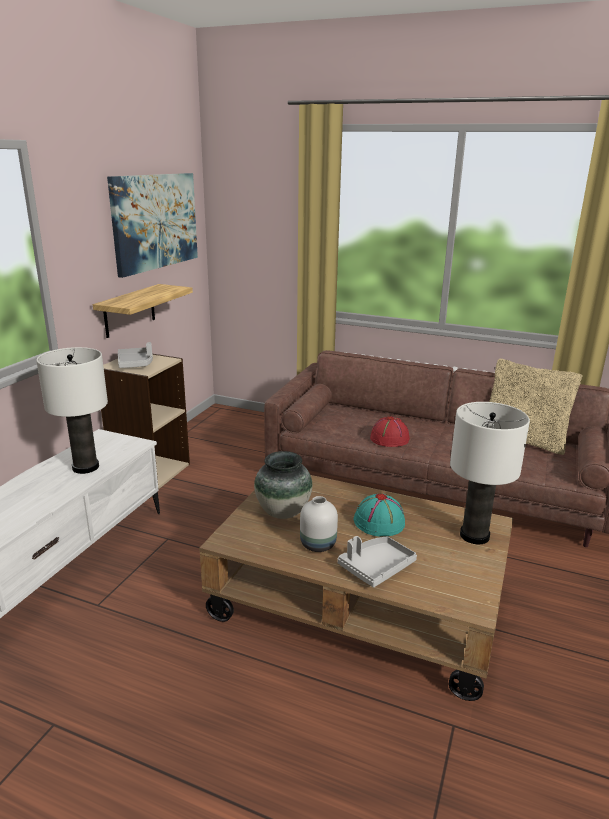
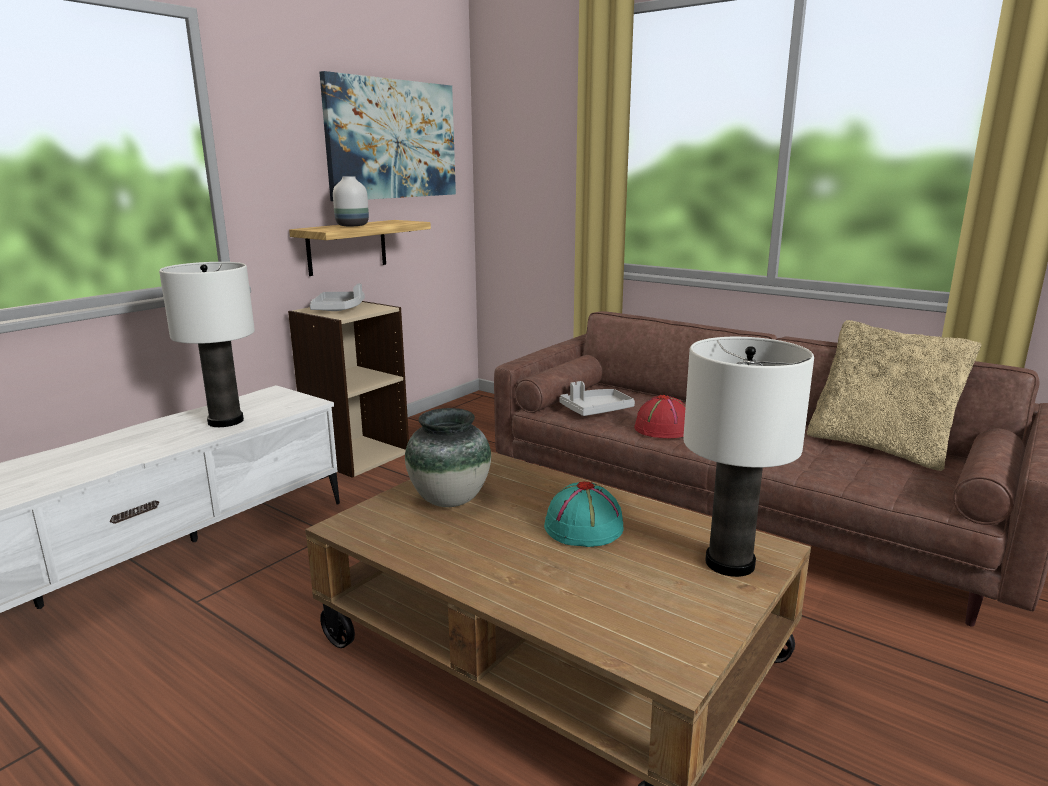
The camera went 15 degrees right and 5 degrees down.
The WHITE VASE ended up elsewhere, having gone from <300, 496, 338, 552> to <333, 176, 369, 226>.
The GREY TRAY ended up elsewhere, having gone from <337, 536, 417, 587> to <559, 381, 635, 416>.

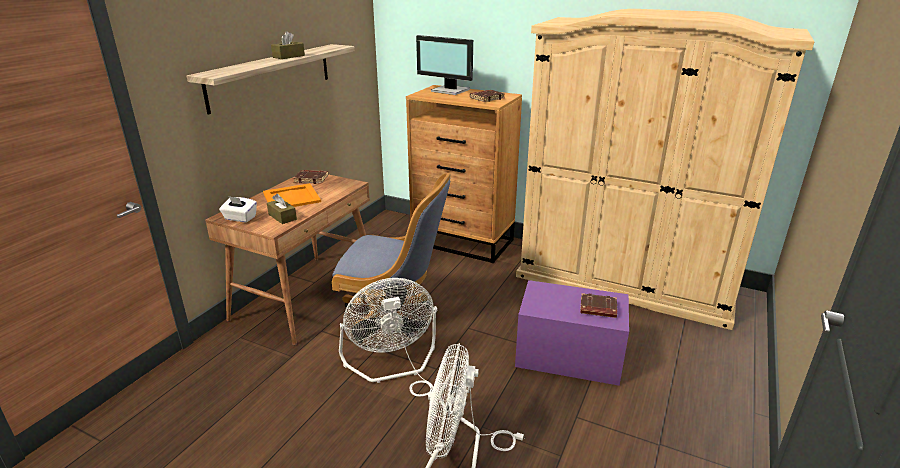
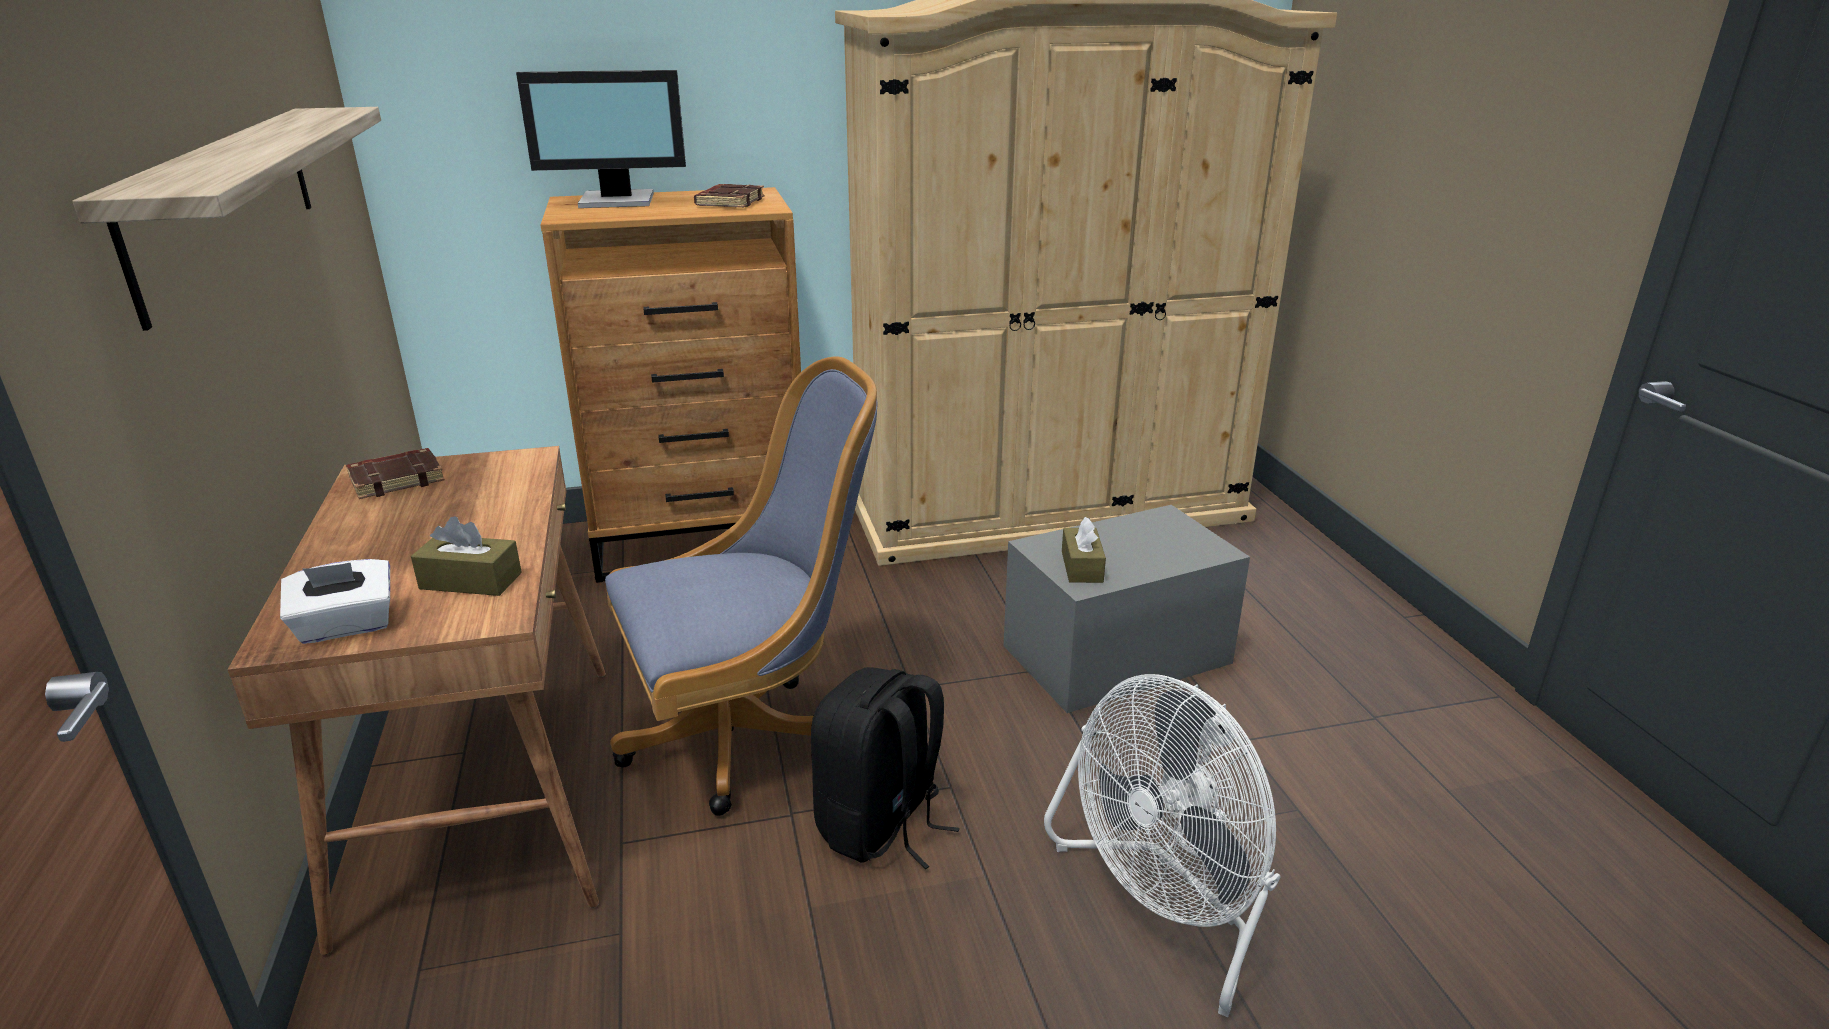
The camera went 40 degrees left and 0 degrees up.
The second view lost the ORANGE TRAY at <263, 183, 321, 207>.
The second view lost the BROWN BOOK at <580, 293, 617, 318>.
The BROWN TISSUE BOX ended up elsewhere, having gone from <271, 31, 305, 59> to <1062, 517, 1106, 583>.
Where the WHITE FAN stood at <339, 278, 437, 400>, the BLACK BACKPACK came to stand at <811, 667, 959, 869>.
What was the PURPLE STORAGE BOX at <515, 280, 629, 386> turned into the GREY STORAGE BOX at <1004, 505, 1250, 713>.

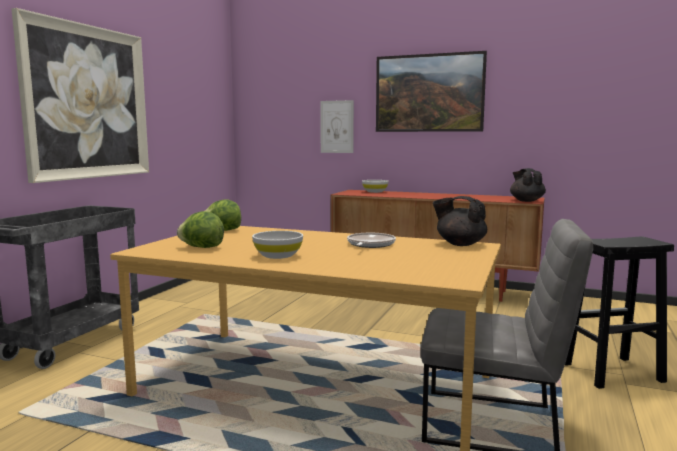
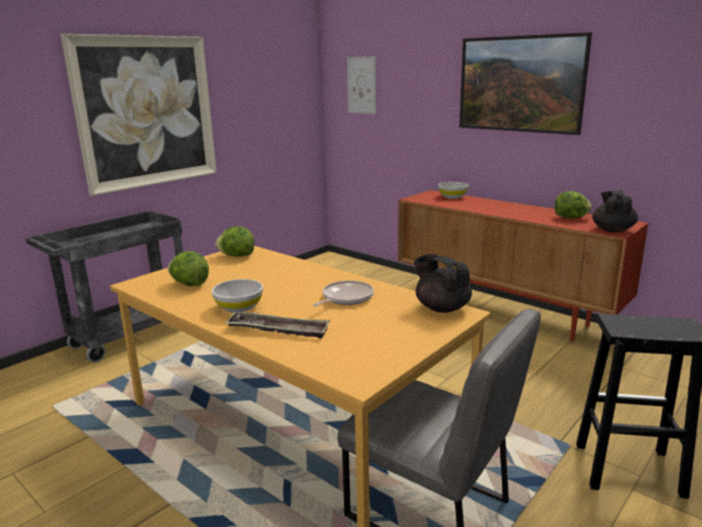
The camera went 20 degrees right and 10 degrees up.
The second view gained the TRAY at <226, 312, 330, 339>.
The second view gained the LETTUCE at <555, 191, 592, 218>.
The PICTURE ended up elsewhere, having gone from <320, 100, 354, 153> to <347, 56, 376, 114>.

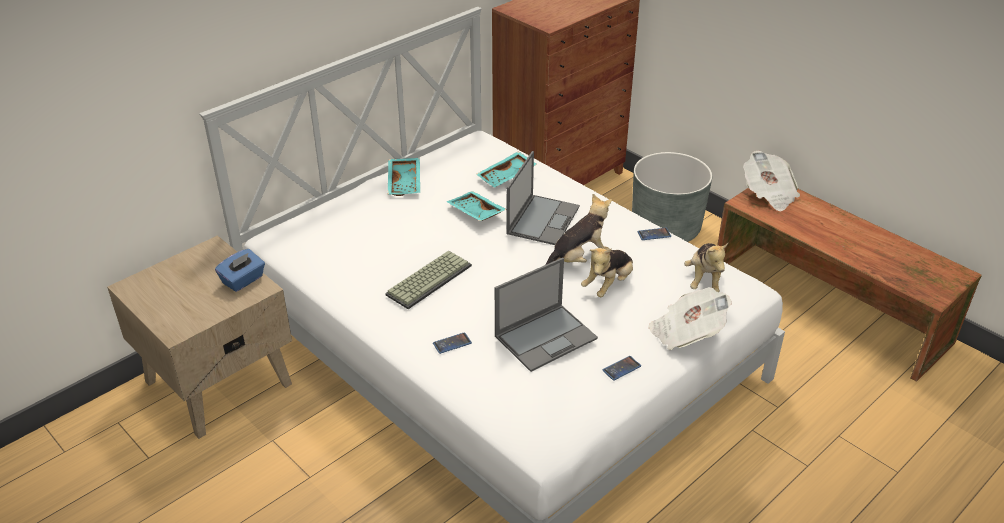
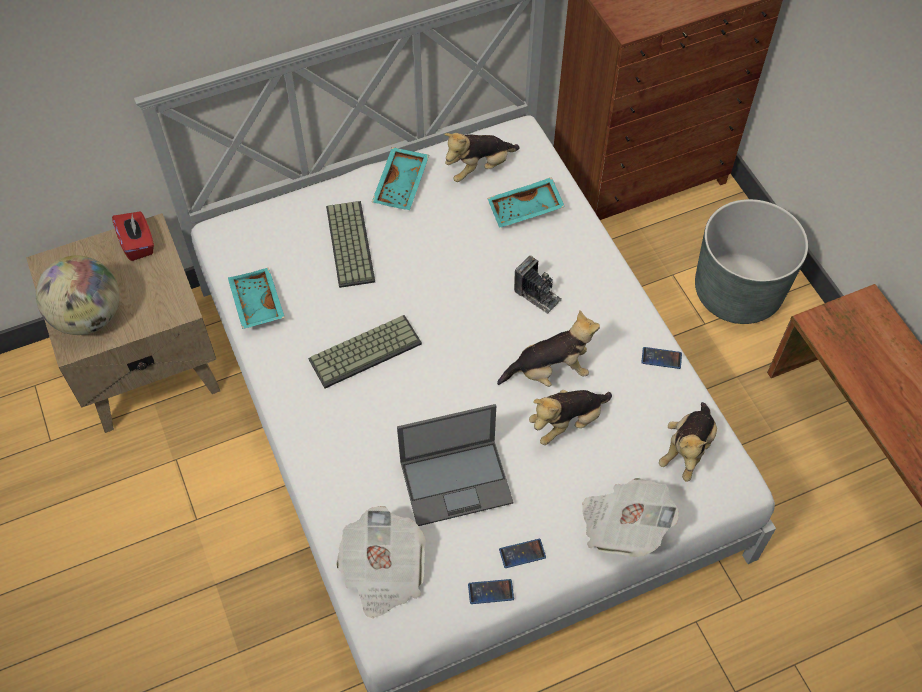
The camera went 20 degrees right and 20 degrees up.
The second view lost the BLUE TISSUE BOX at <215, 249, 265, 292>.
The second view gained the GLOBE at <36, 255, 119, 335>.
The second view gained the RED TISSUE BOX at <112, 212, 154, 261>.
The second view gained the KEYBOARD at <326, 201, 375, 288>.
The second view gained the PLUSH TOY at <444, 133, 520, 182>.
The PHONE ended up elsewhere, having gone from <433, 332, 472, 354> to <468, 579, 514, 604>.
The TURQUOISE TRAY ended up elsewhere, having gone from <446, 191, 507, 221> to <228, 268, 285, 329>.
The NEWSPAPER ended up elsewhere, having gone from <743, 151, 800, 211> to <336, 506, 426, 618>.
Where the LAPTOP stood at <506, 151, 580, 245>, the PHOTO CAMERA came to stand at <514, 256, 562, 314>.

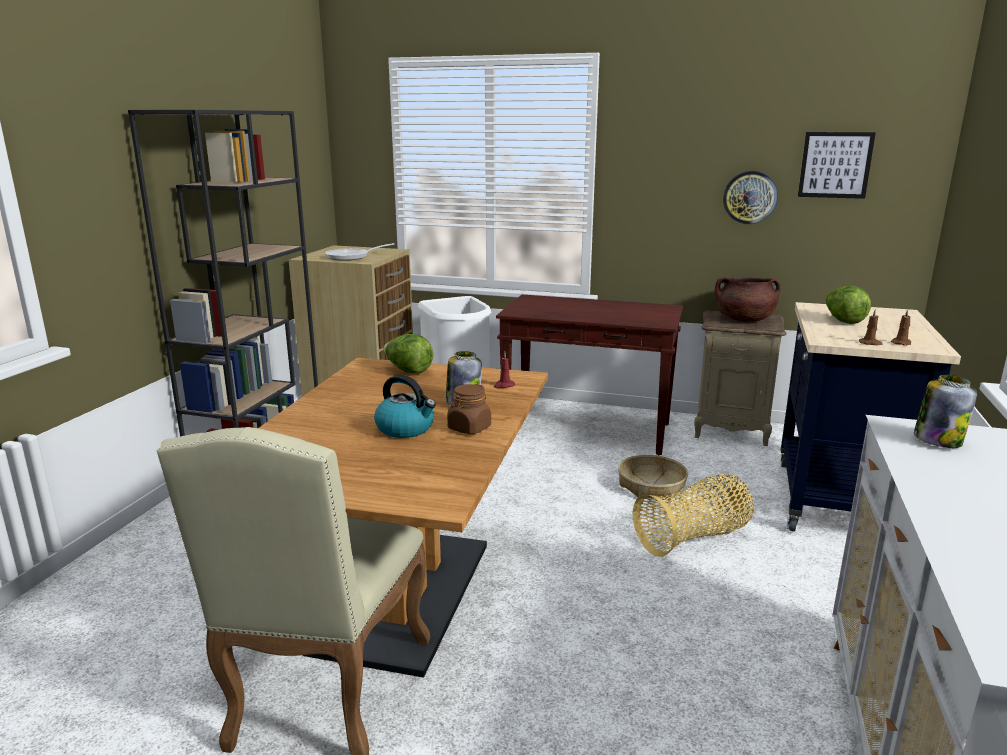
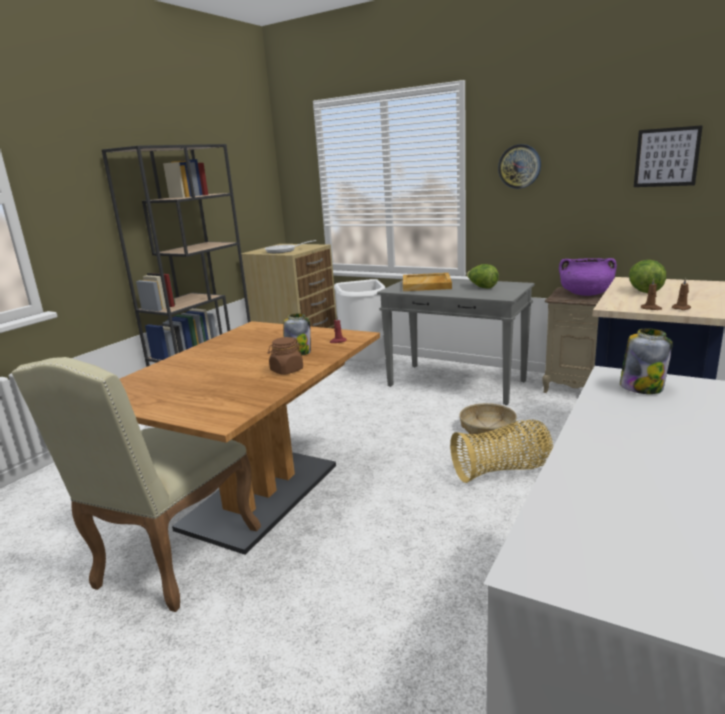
The camera went 15 degrees right and 0 degrees up.
The second view lost the KETTLE at <374, 375, 436, 438>.
The second view gained the BEIGE TRAY at <403, 273, 452, 291>.
The LETTUCE ended up elsewhere, having gone from <383, 334, 433, 374> to <466, 264, 499, 288>.
The WALL CLOCK ended up elsewhere, having gone from <723, 171, 778, 224> to <498, 144, 541, 189>.
What was the BROWN CONSOLE TABLE at <496, 295, 683, 455> turned into the GREY CONSOLE TABLE at <377, 279, 535, 405>.
What was the BROWN COOKING POT at <715, 277, 780, 322> turned into the PURPLE COOKING POT at <559, 258, 617, 296>.

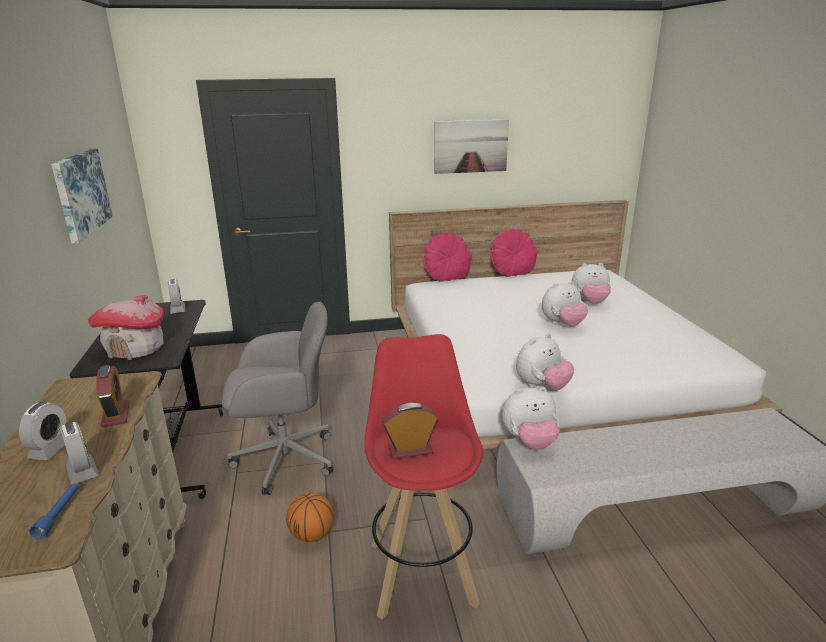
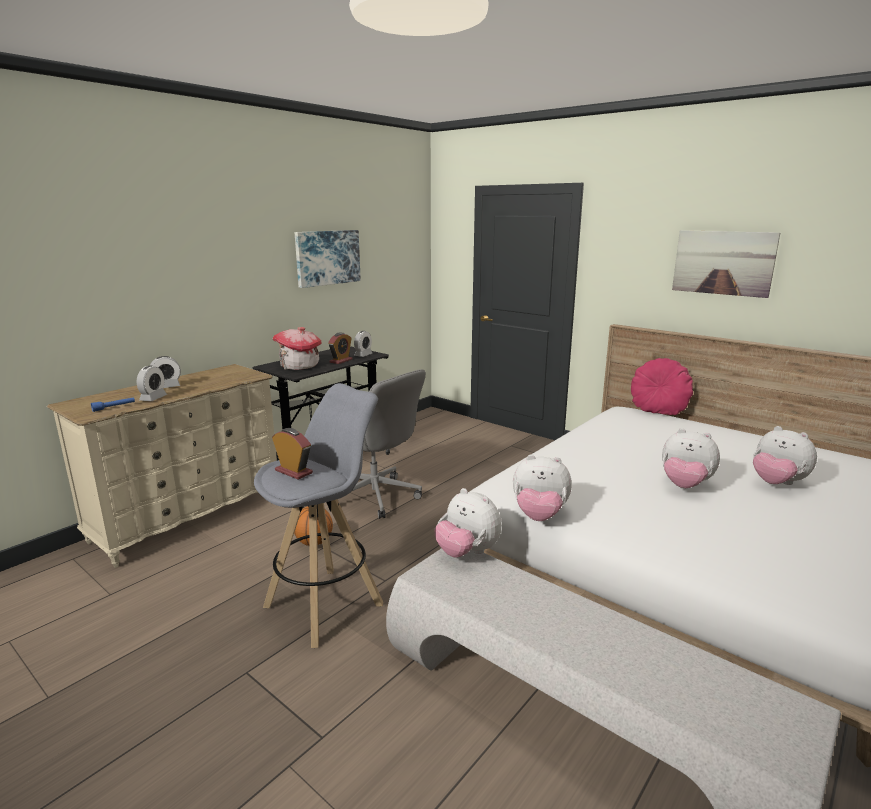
The camera went 50 degrees right and 5 degrees down.
The second view lost the PINK PILLOW at <490, 229, 538, 277>.
The ALARM CLOCK ended up elsewhere, having gone from <96, 365, 130, 427> to <328, 332, 353, 364>.
What was the RED STOOL at <364, 334, 484, 620> turned into the GREY STOOL at <254, 383, 383, 648>.

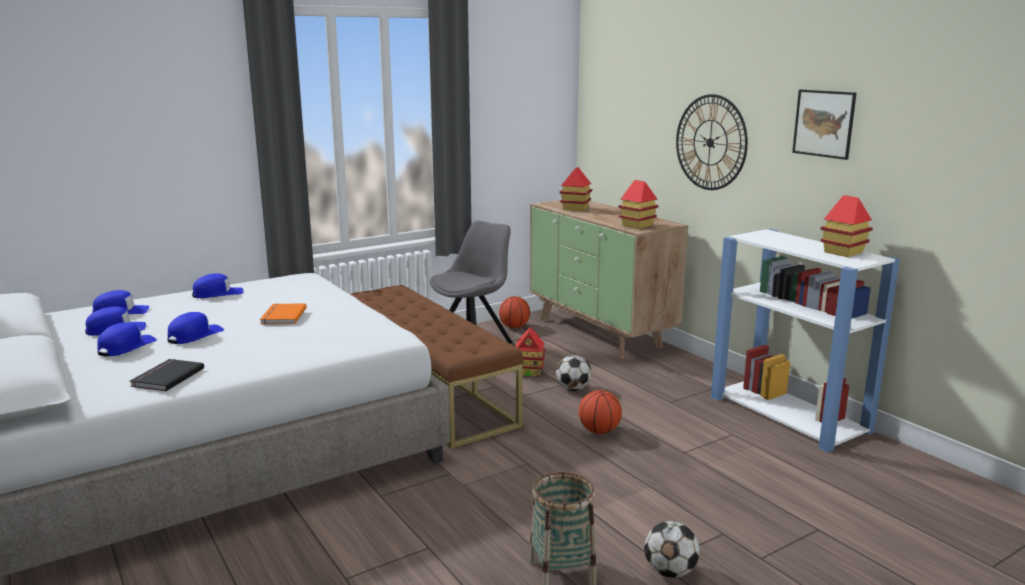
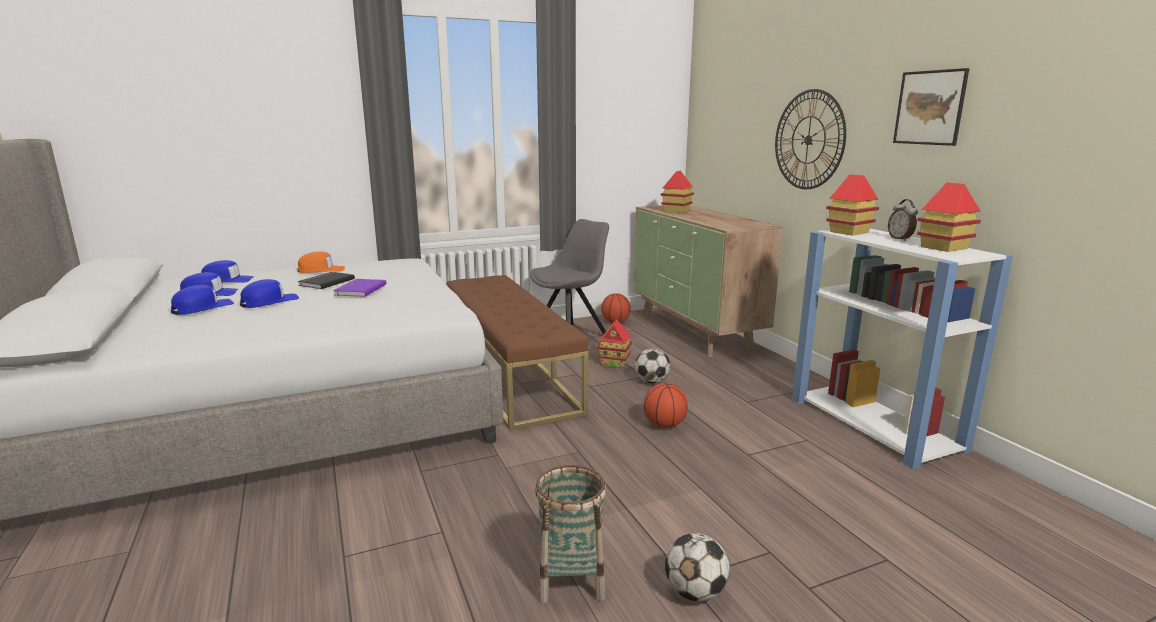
The camera went 10 degrees right and 0 degrees up.
The second view gained the ALARM CLOCK at <888, 199, 918, 241>.
The BLACK BOOK ended up elsewhere, having gone from <130, 359, 204, 391> to <298, 272, 355, 289>.
The TOY HOUSE ended up elsewhere, having gone from <618, 180, 659, 229> to <826, 175, 879, 236>.
What was the BLUE CAP at <192, 273, 243, 298> turned into the ORANGE CAP at <298, 251, 345, 273>.
What was the ORANGE BOOK at <260, 303, 307, 325> turned into the PURPLE BOOK at <333, 279, 386, 297>.

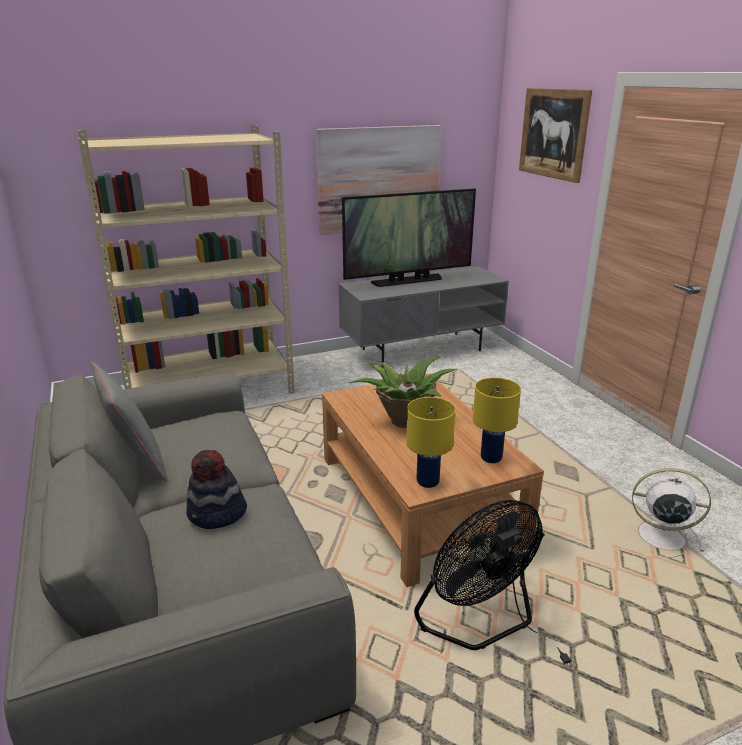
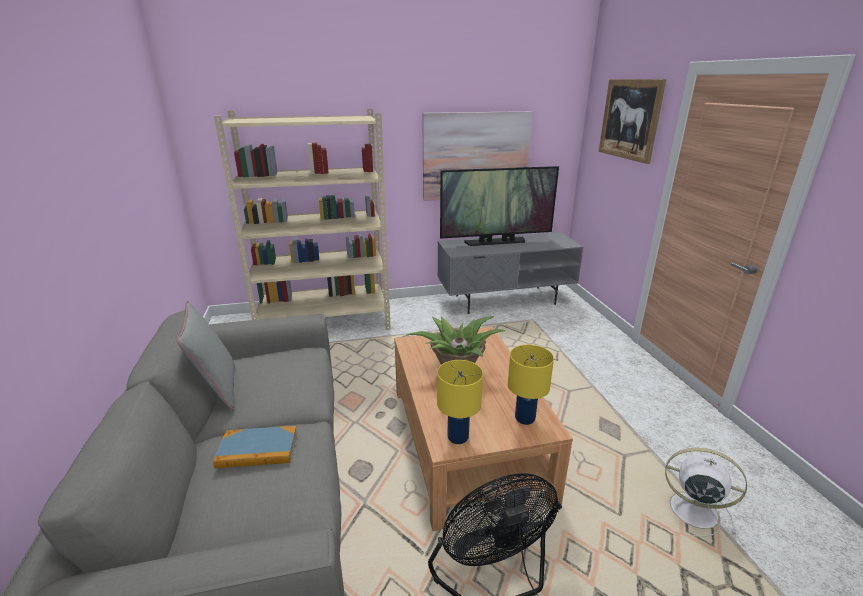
The camera went 10 degrees right and 0 degrees up.
Where the HAT stood at <186, 450, 247, 529>, the BOOK came to stand at <213, 426, 297, 468>.

